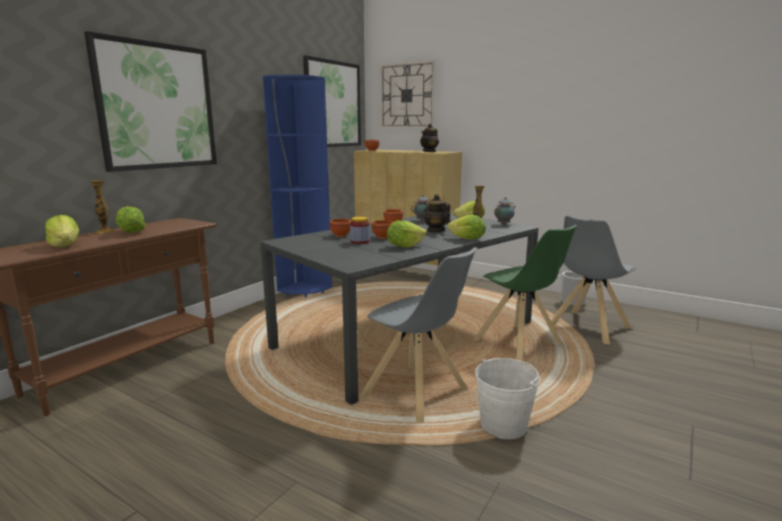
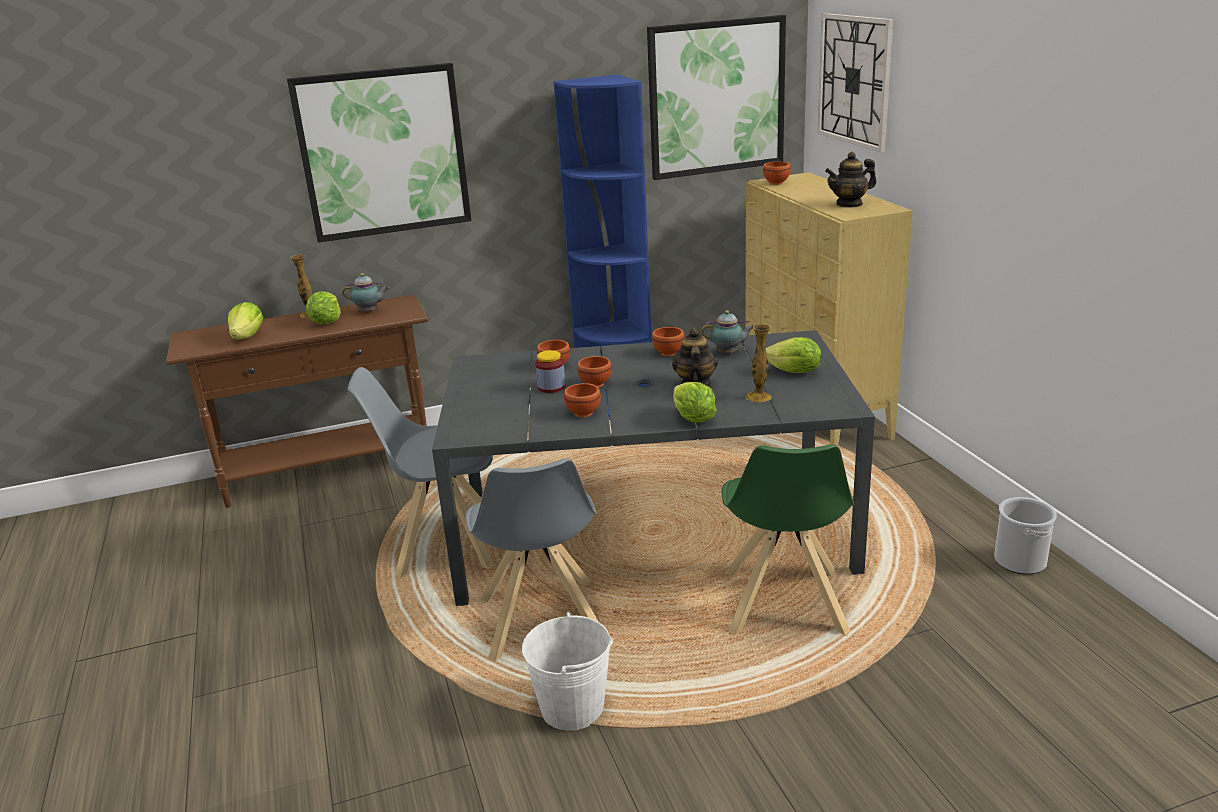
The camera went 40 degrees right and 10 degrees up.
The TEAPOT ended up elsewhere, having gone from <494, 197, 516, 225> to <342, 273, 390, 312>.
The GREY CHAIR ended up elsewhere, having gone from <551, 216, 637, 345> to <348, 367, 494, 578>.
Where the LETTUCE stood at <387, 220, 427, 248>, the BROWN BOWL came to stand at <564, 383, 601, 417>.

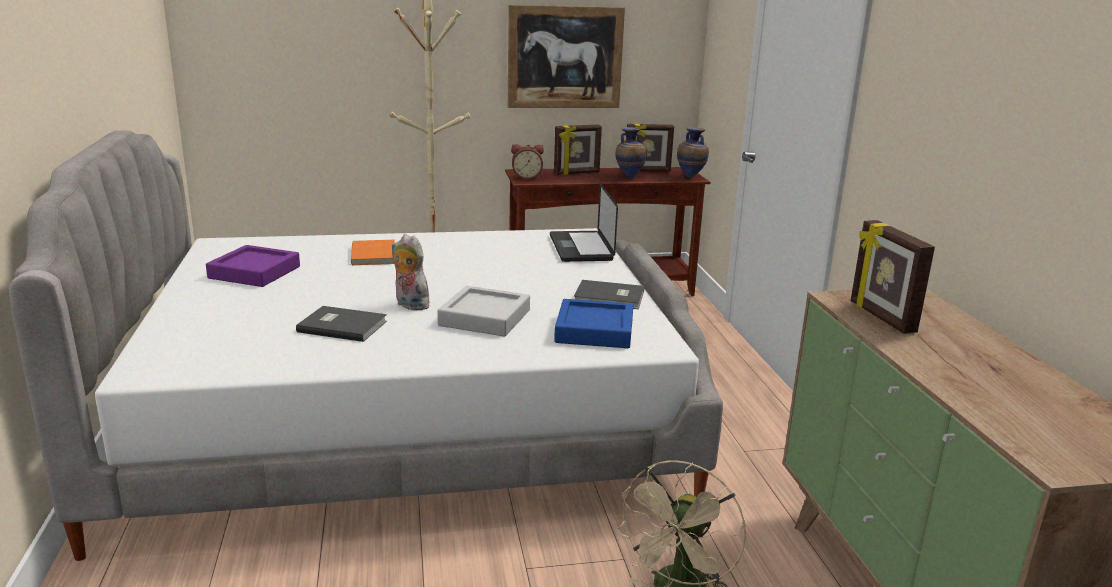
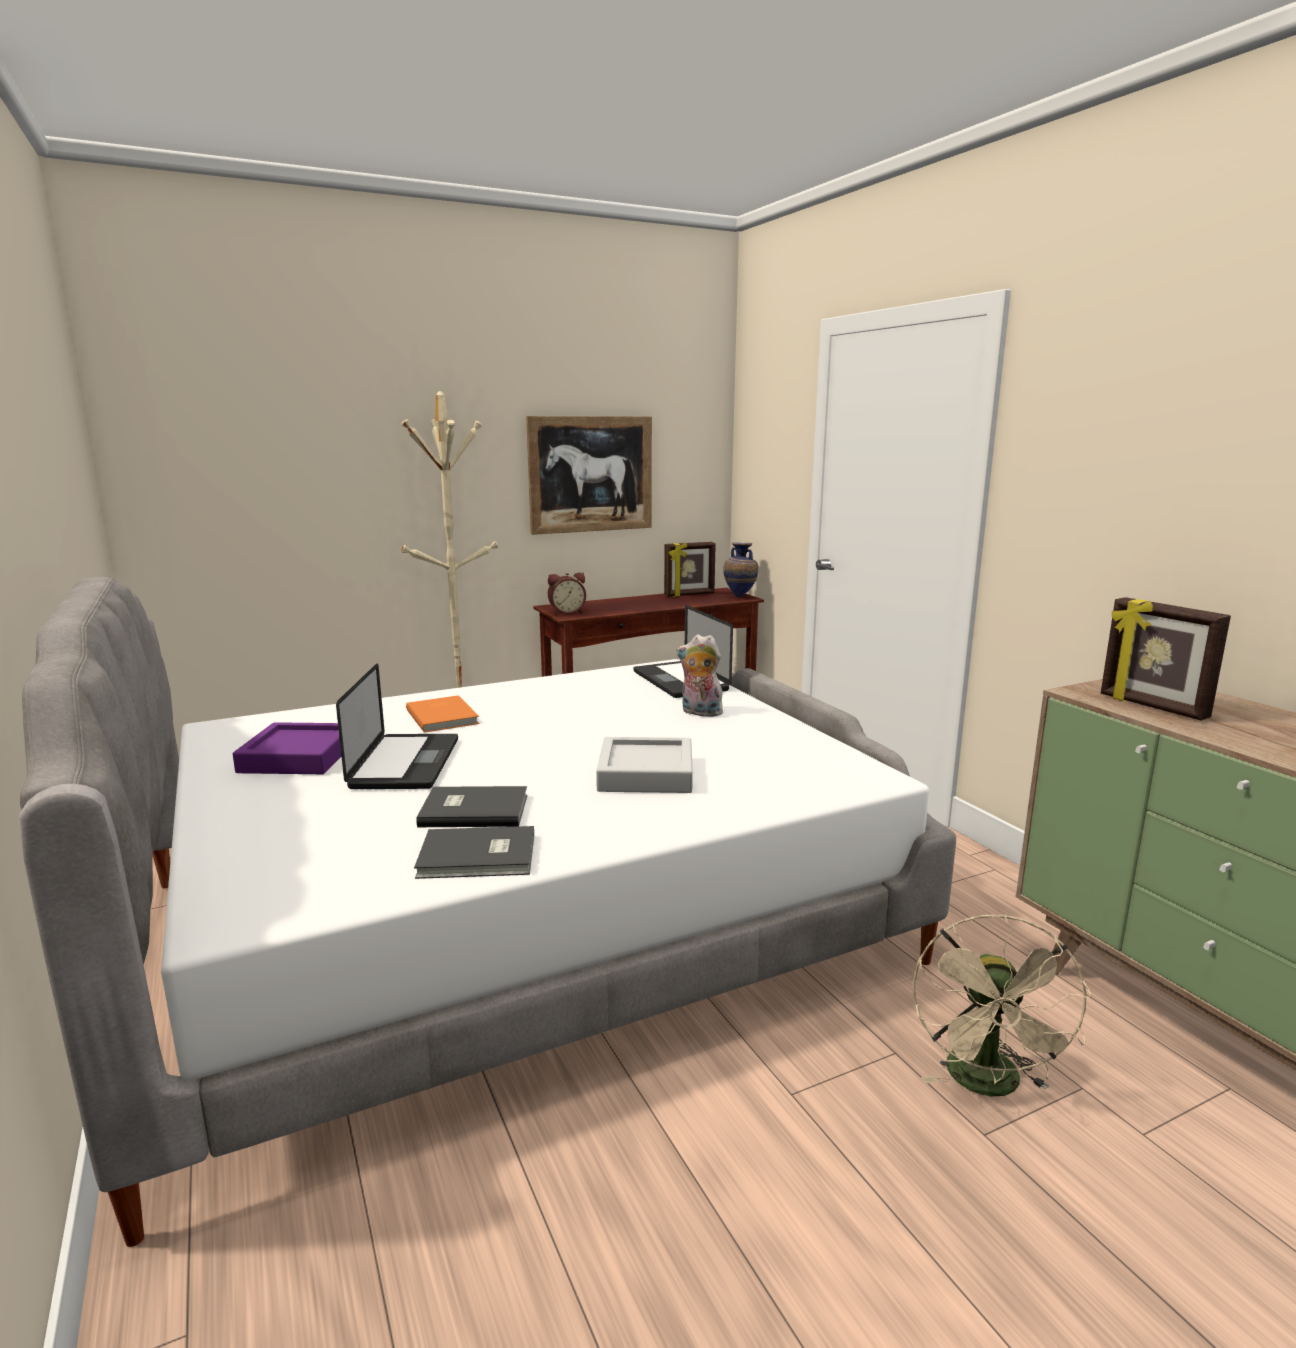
The camera went 15 degrees left and 5 degrees down.
The second view lost the PICTURE FRAME at <554, 124, 602, 175>.
The second view lost the BLUE TRAY at <554, 299, 633, 348>.
The second view lost the VASE at <615, 127, 647, 179>.
The second view gained the LAPTOP at <336, 663, 458, 789>.
The PLUSH TOY ended up elsewhere, having gone from <391, 234, 430, 311> to <677, 634, 725, 717>.
The GREY BOOK ended up elsewhere, having gone from <574, 280, 644, 309> to <414, 826, 534, 879>.

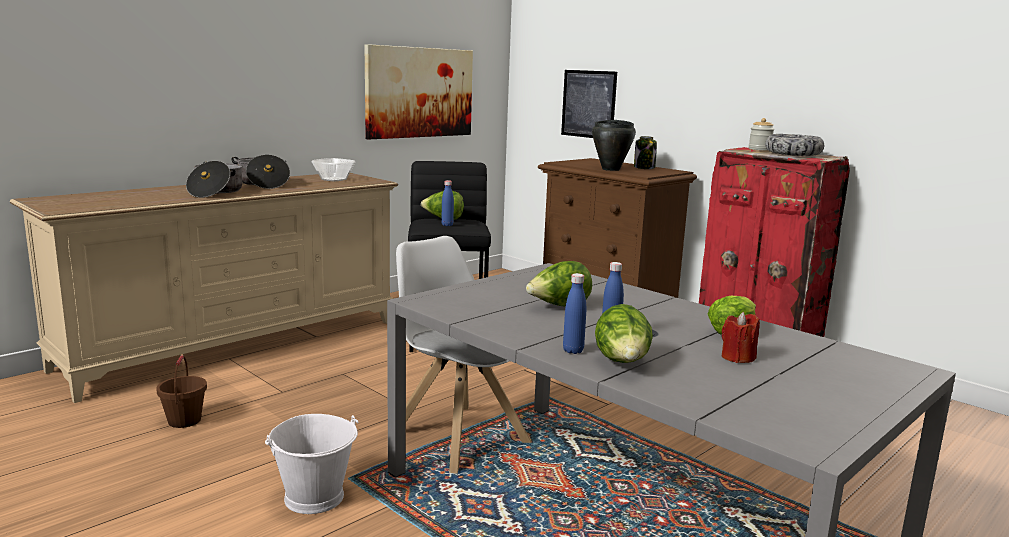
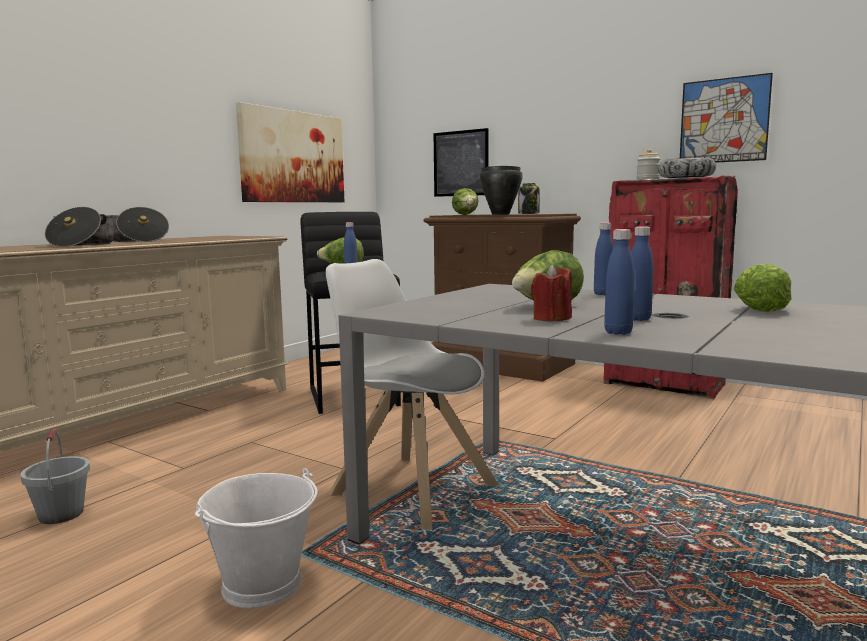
The camera went 10 degrees left and 5 degrees down.
The second view lost the BOWL at <312, 158, 355, 182>.
The second view gained the BLUE BOTTLE at <594, 223, 614, 295>.
The second view gained the PICTURE at <680, 73, 773, 163>.
The LETTUCE ended up elsewhere, having gone from <595, 304, 653, 363> to <452, 188, 479, 215>.
The RED CANDLE ended up elsewhere, having gone from <722, 312, 760, 363> to <531, 265, 572, 322>.
What was the BROWN BUCKET at <156, 355, 207, 428> turned into the GREY BUCKET at <20, 429, 90, 524>.

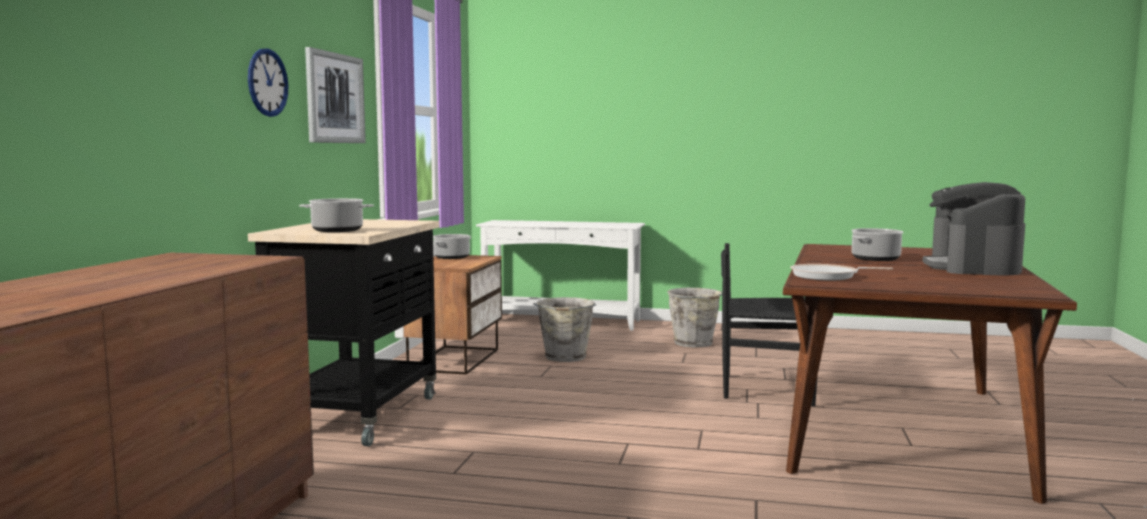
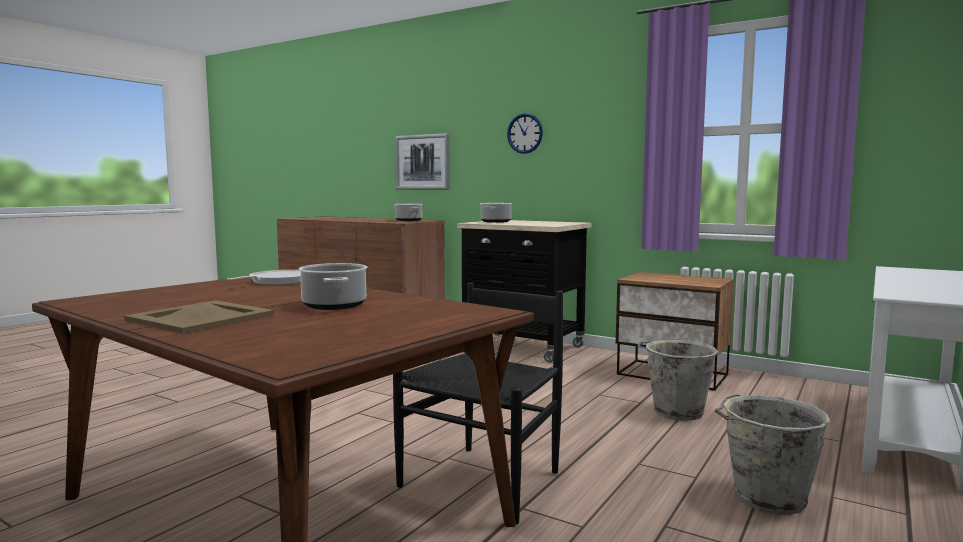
The camera went 110 degrees right and 0 degrees up.
The PICTURE ended up elsewhere, having gone from <305, 47, 366, 143> to <395, 133, 450, 190>.
The COOKING POT ended up elsewhere, having gone from <433, 234, 471, 259> to <394, 204, 423, 221>.
Where the COFFEE MACHINE stood at <923, 182, 1025, 276>, the BEIGE TRAY came to stand at <124, 300, 274, 334>.

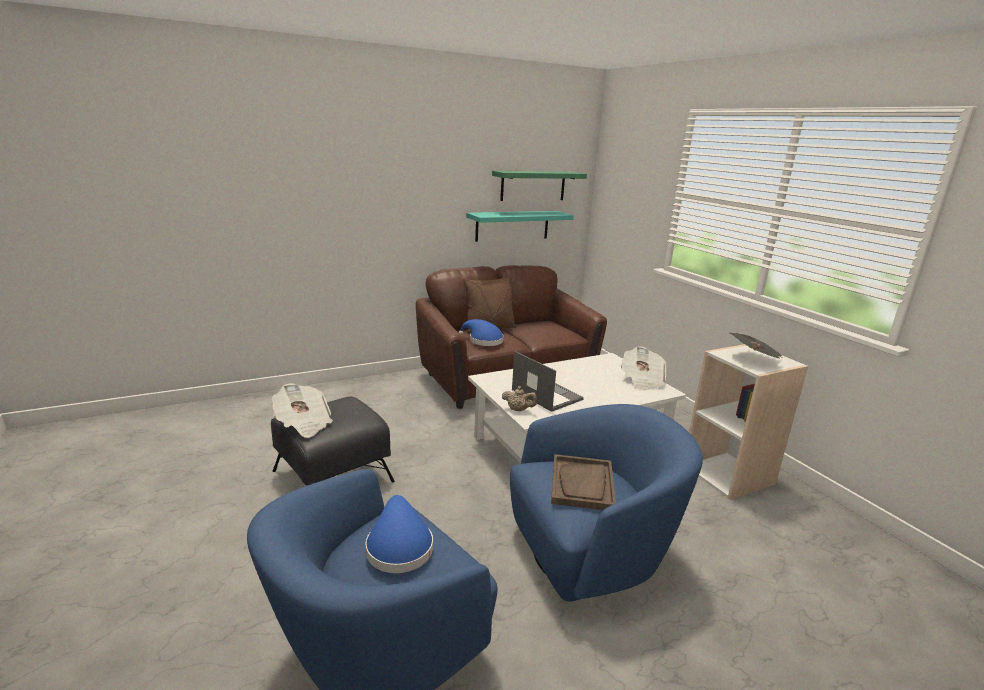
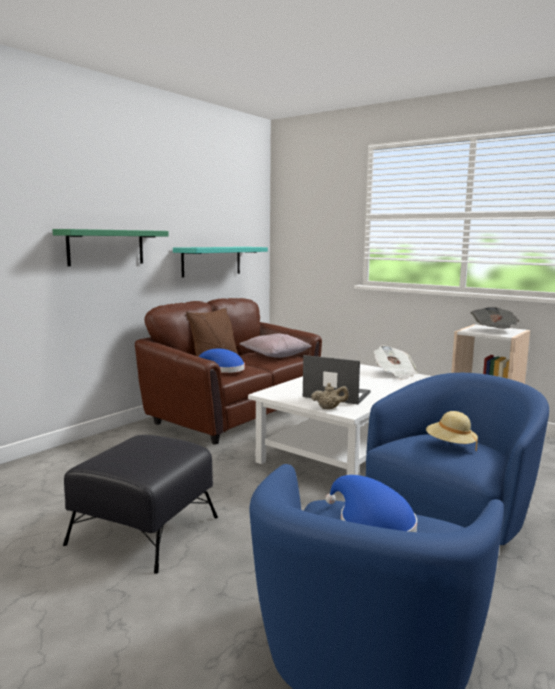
The camera went 25 degrees left and 10 degrees down.
The second view lost the NEWSPAPER at <272, 383, 333, 438>.
The second view gained the PURPLE PILLOW at <239, 333, 311, 358>.
The GREEN SHELF ended up elsewhere, having gone from <492, 171, 587, 201> to <53, 229, 169, 266>.
Where the BROWN TRAY stood at <551, 454, 616, 510>, the BEIGE HAT came to stand at <426, 411, 478, 451>.

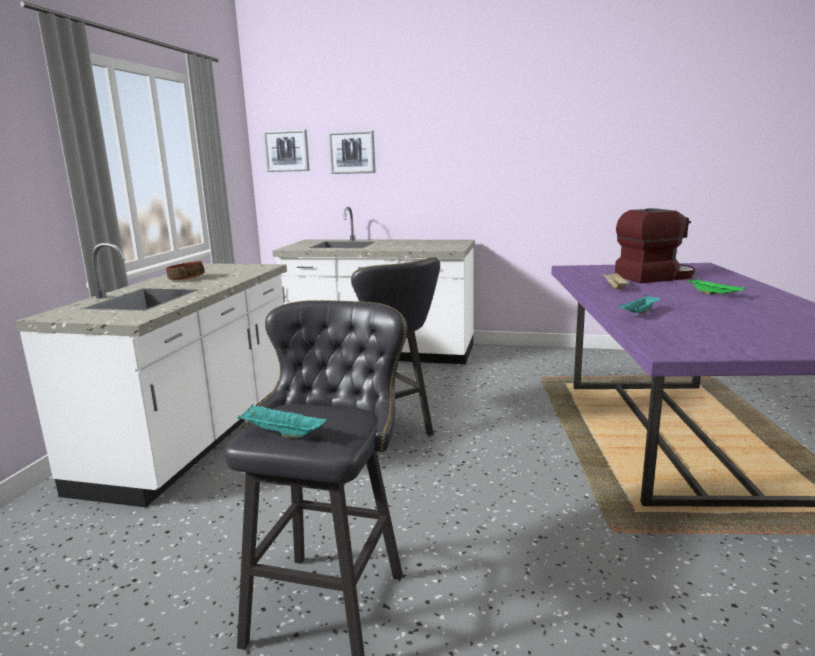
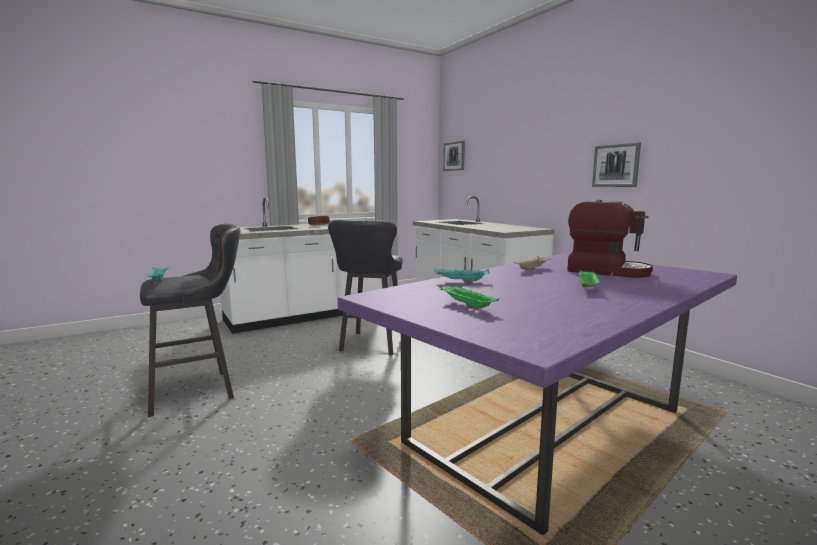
The camera went 45 degrees right and 5 degrees down.
The second view gained the GREEN TRAY at <441, 285, 499, 309>.
The PICTURE ended up elsewhere, having gone from <328, 130, 375, 174> to <592, 143, 641, 187>.

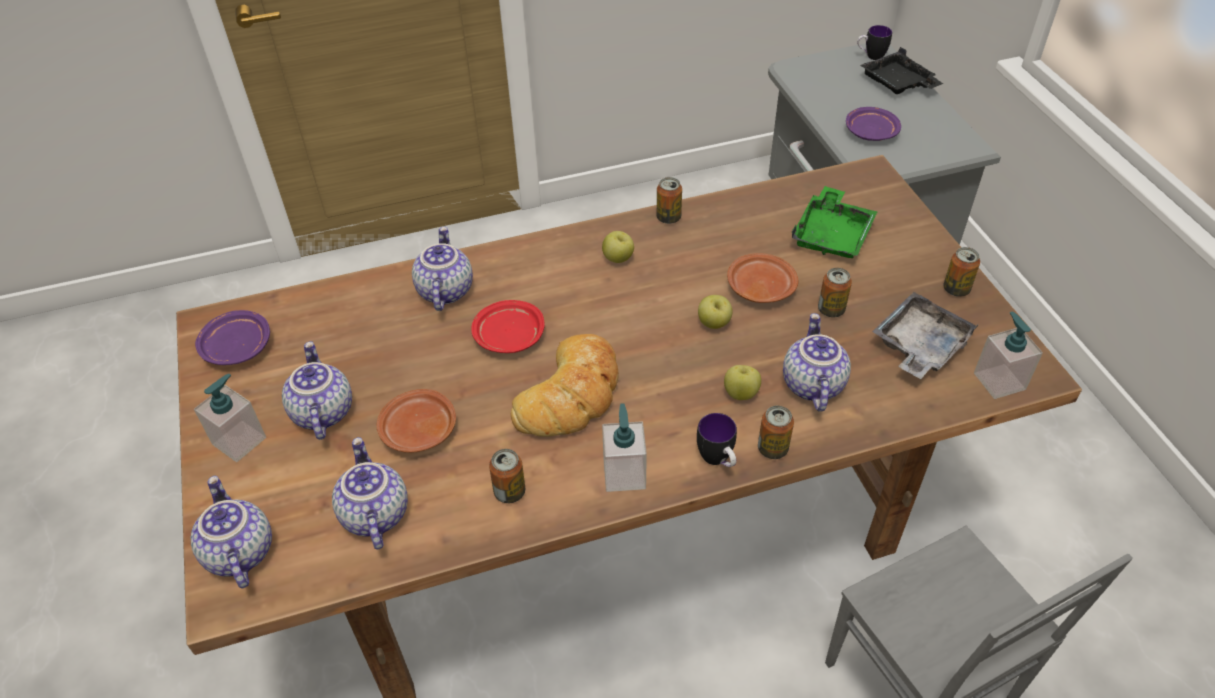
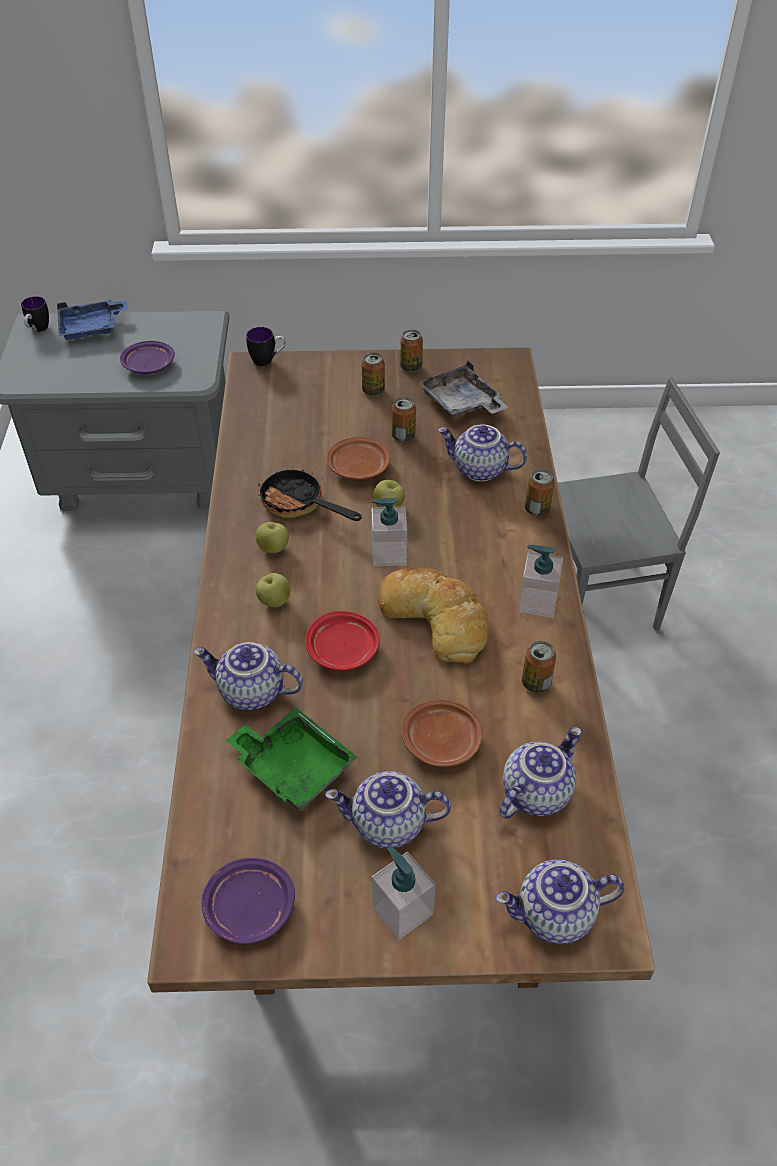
The camera went 75 degrees left and 0 degrees up.
The second view gained the FRYING PAN at <258, 466, 362, 521>.
The CAN ended up elsewhere, having gone from <657, 177, 682, 224> to <362, 353, 385, 396>.
The MUG ended up elsewhere, having gone from <697, 413, 737, 467> to <246, 327, 286, 366>.
The APPLE ended up elsewhere, having gone from <724, 365, 761, 400> to <256, 573, 290, 607>.
The GREEN TRAY ended up elsewhere, having gone from <792, 186, 877, 258> to <226, 707, 358, 811>.
The SOAP DISPENSER ended up elsewhere, having gone from <974, 311, 1043, 399> to <371, 498, 407, 566>.
What was the BLACK TRAY at <860, 47, 943, 94> turned into the BLUE TRAY at <57, 299, 128, 340>.
The TEAPOT at <332, 437, 408, 550> ended up facing another way, 135 degrees clockwise from before.

